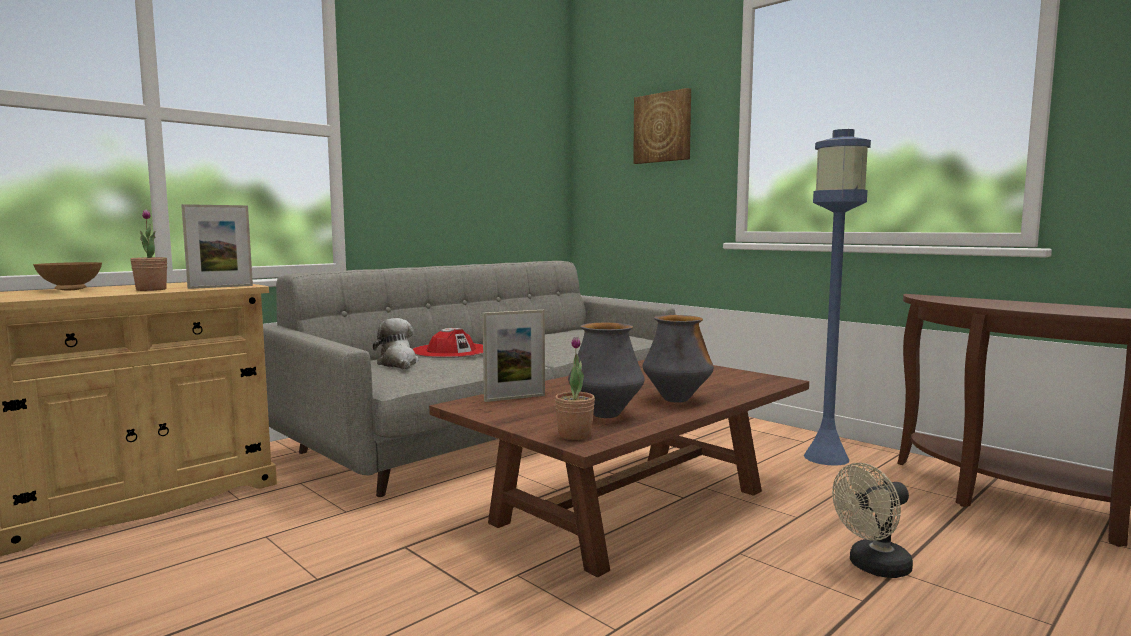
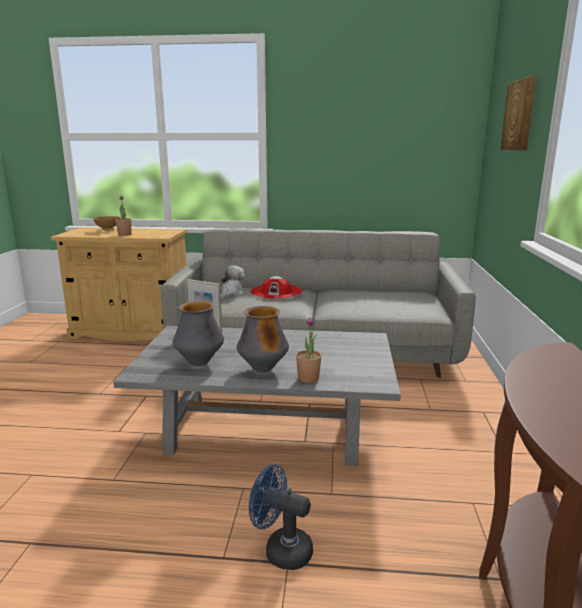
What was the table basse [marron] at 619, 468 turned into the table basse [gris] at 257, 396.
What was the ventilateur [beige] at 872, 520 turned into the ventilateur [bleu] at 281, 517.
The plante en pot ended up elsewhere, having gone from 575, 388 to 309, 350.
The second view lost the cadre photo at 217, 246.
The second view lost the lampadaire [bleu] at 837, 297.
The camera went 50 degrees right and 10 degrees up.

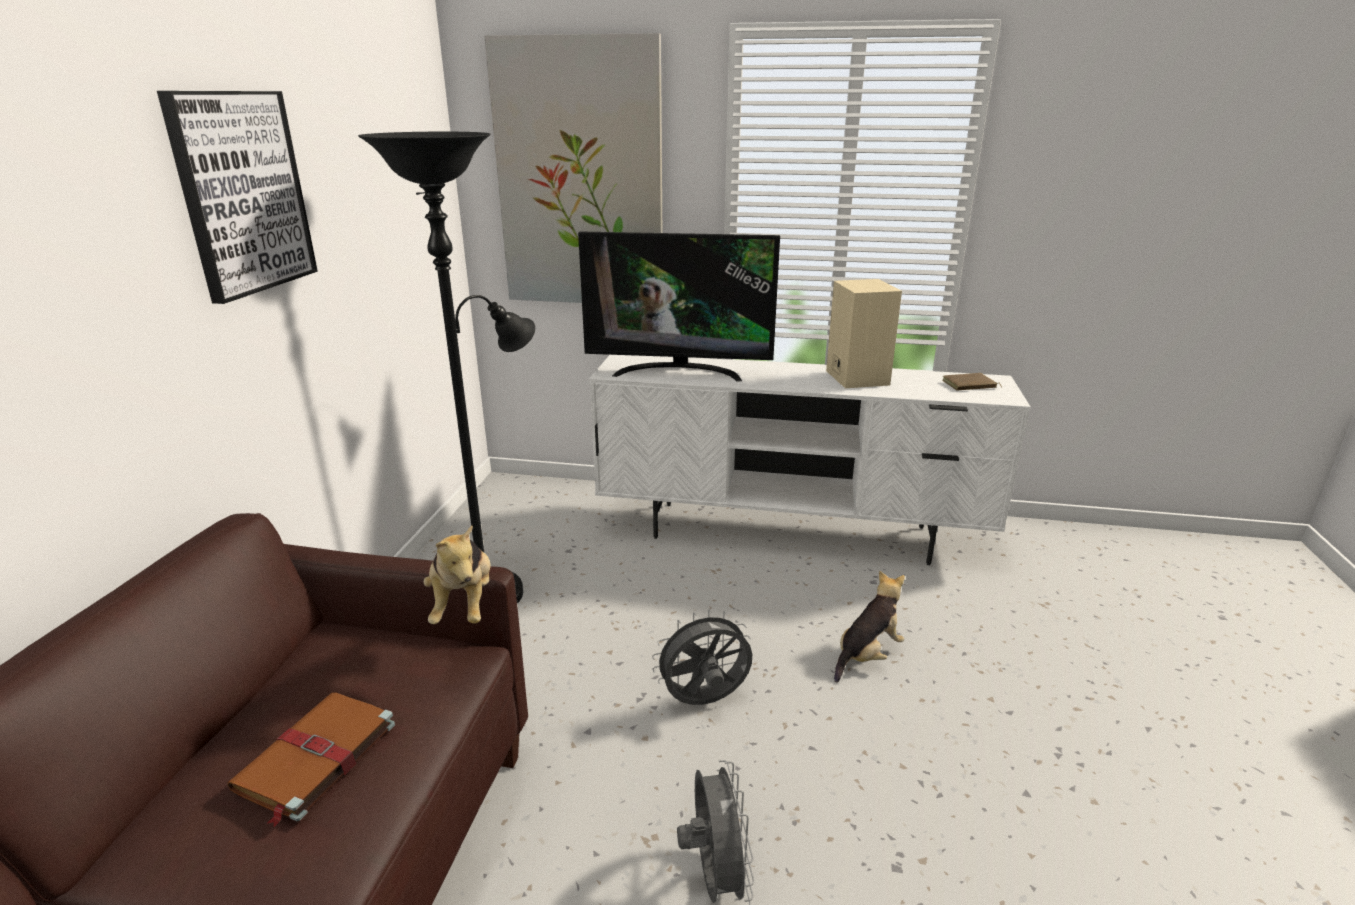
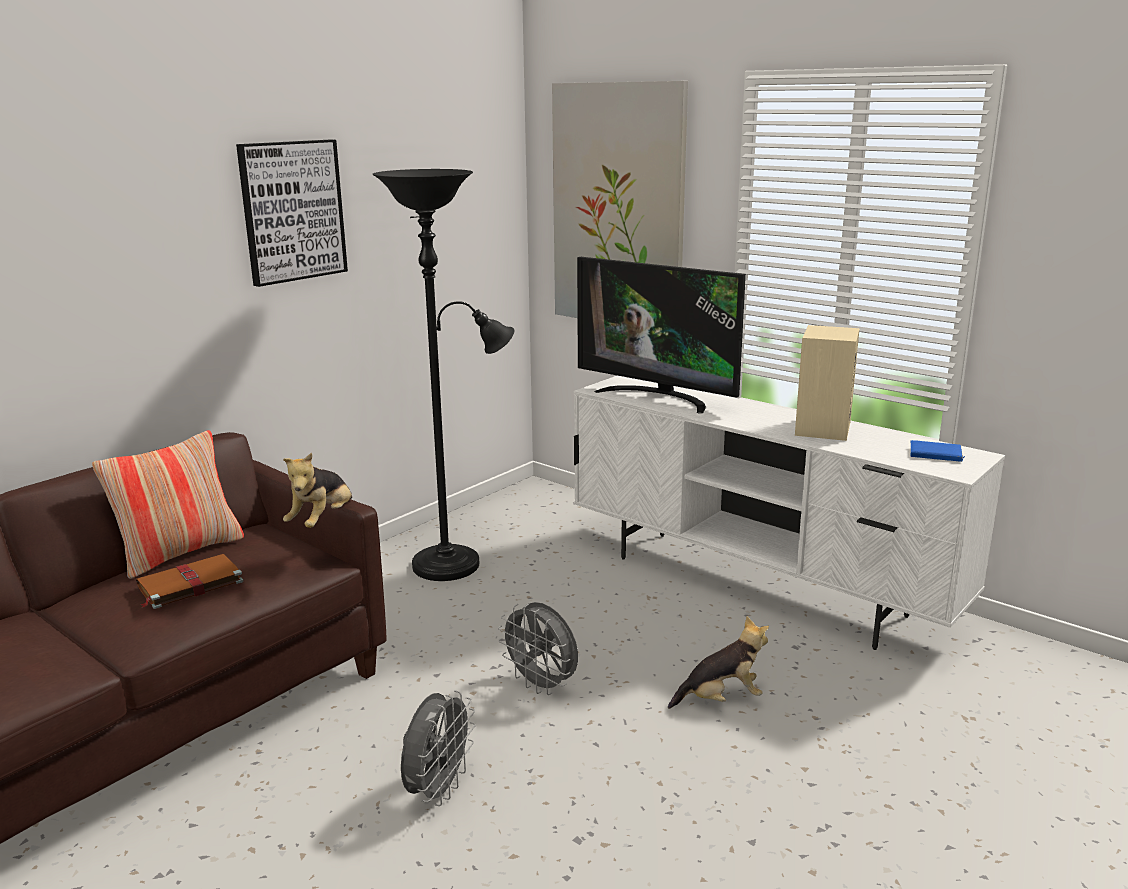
The second view gained the coussin at 168, 504.
The ventilateur [gris] at 702, 657 ended up facing another way, 150 degrees counterclockwise from before.
What was the livre [marron] at 972, 382 turned into the livre [bleu] at 937, 451.
The camera went 30 degrees right and 5 degrees down.

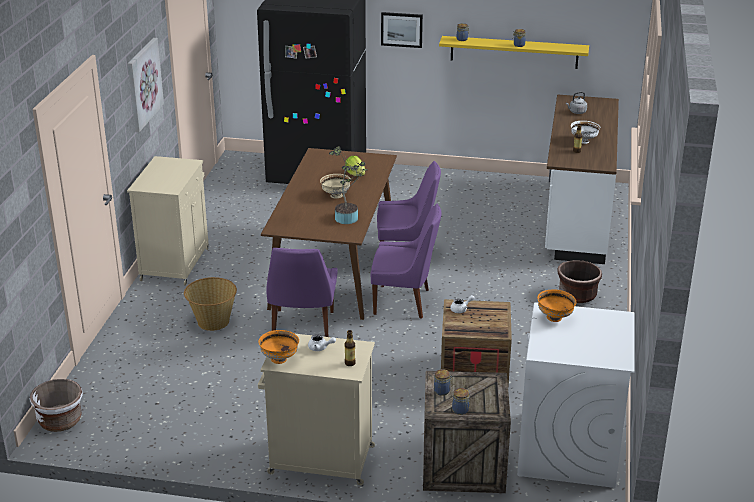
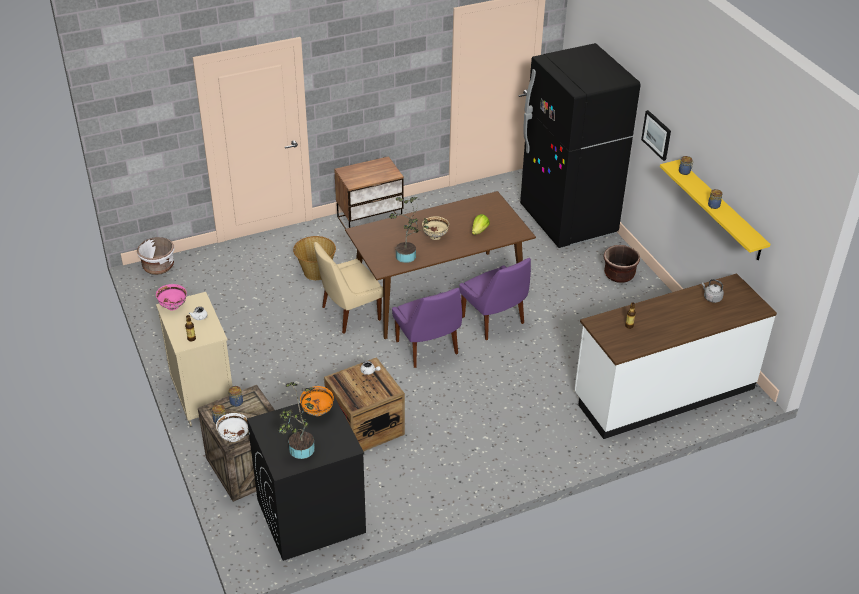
What was the bol [orange] at 278, 347 turned into the bol [rose] at 171, 297.
The bol [blanc] ended up elsewhere, having gone from 585, 132 to 232, 427.
What was the lave-linge [blanc] at 576, 395 turned into the lave-linge [noir] at 306, 477.
The second view gained the plante en pot at 296, 420.
What was the chaise [violet] at 302, 292 turned into the chaise [beige] at 348, 288.
Where the meuble de rangement [beige] stood at 168, 221, the table de chevet came to stand at 369, 192.
The cache-pot [marron] ended up elsewhere, having gone from 579, 281 to 622, 264.
The second view lost the tableau at 146, 85.
The camera went 55 degrees right and 10 degrees up.

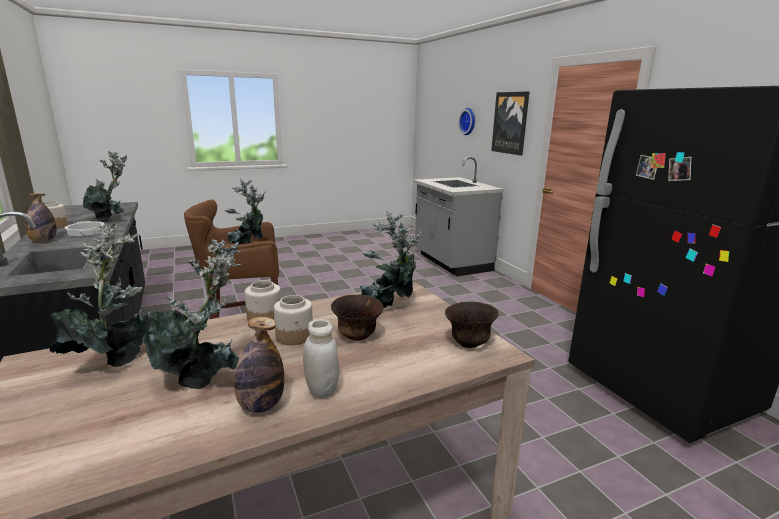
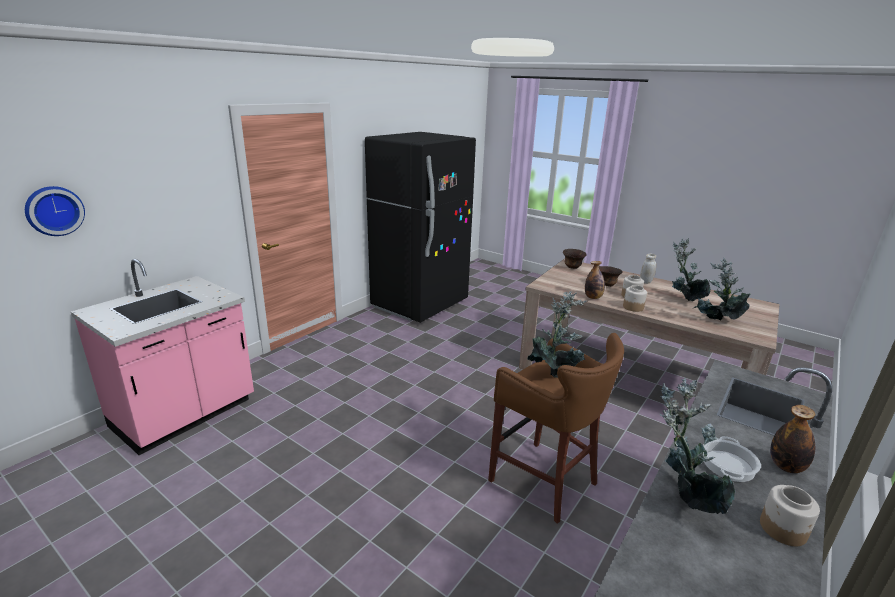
What was the comptoir de cuisine [gris] at 459, 216 turned into the comptoir de cuisine [rose] at 162, 357.
The bouteille ended up elsewhere, having gone from 259, 365 to 595, 280.
The second view lost the plante en pot at 391, 259.
The second view lost the tableau at 510, 123.
The camera went 120 degrees left and 5 degrees up.

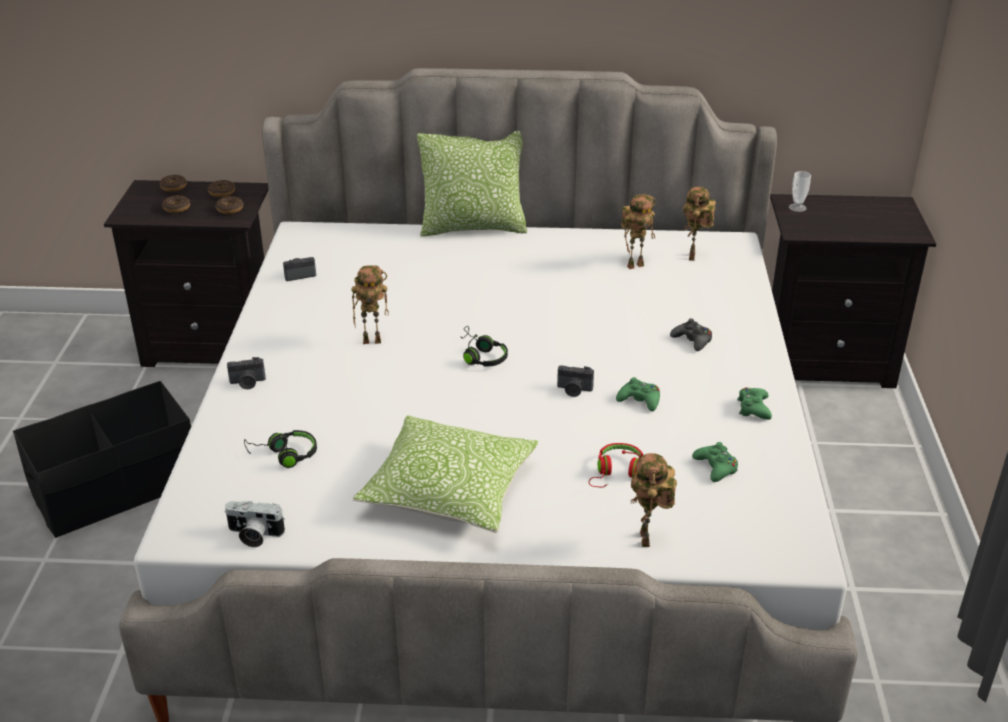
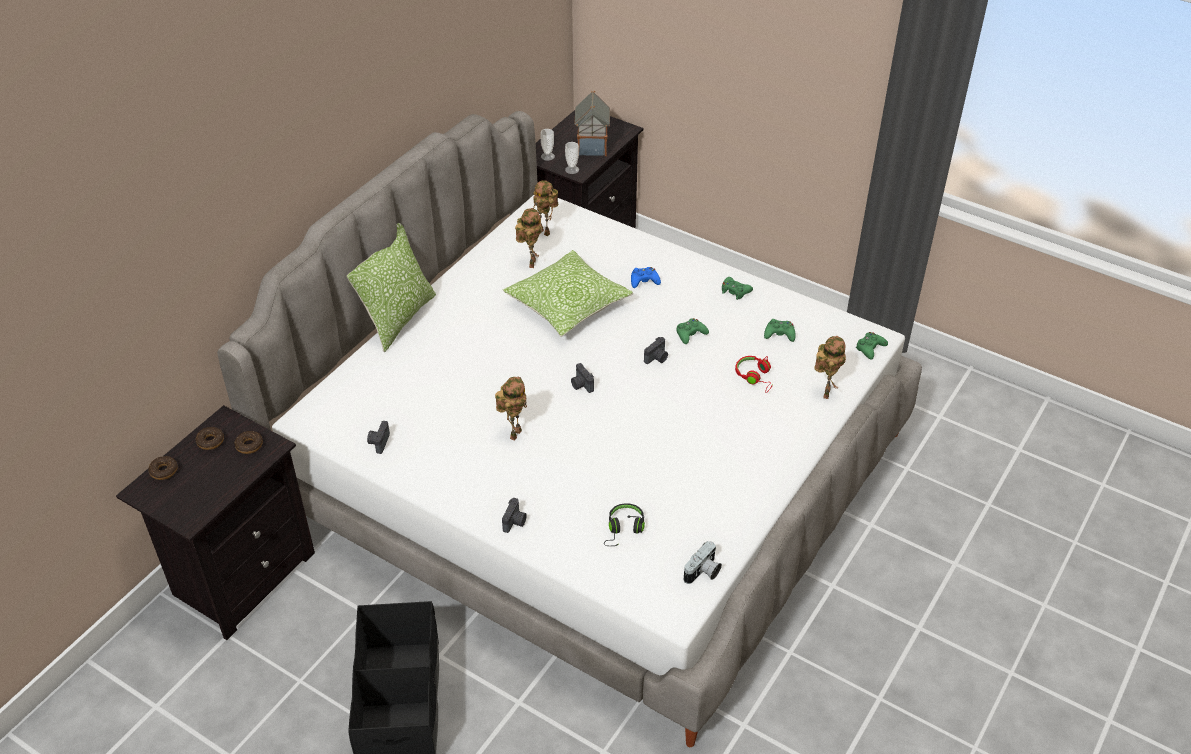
The coussin ended up elsewhere, having gone from 445, 474 to 568, 293.
The second view gained the tasse at 572, 158.
Where the casque audio [noir] stood at 484, 346, the appareil photo came to stand at 582, 378.
The second view gained the maison miniature at 592, 123.
What was the manette [noir] at 691, 335 turned into the manette [bleu] at 646, 277.
The robot jouet at 653, 500 ended up facing another way, 105 degrees counterclockwise from before.
The second view gained the manette [vert] at 872, 346.
The second view lost the beignet at 176, 204.
The camera went 60 degrees left and 10 degrees up.

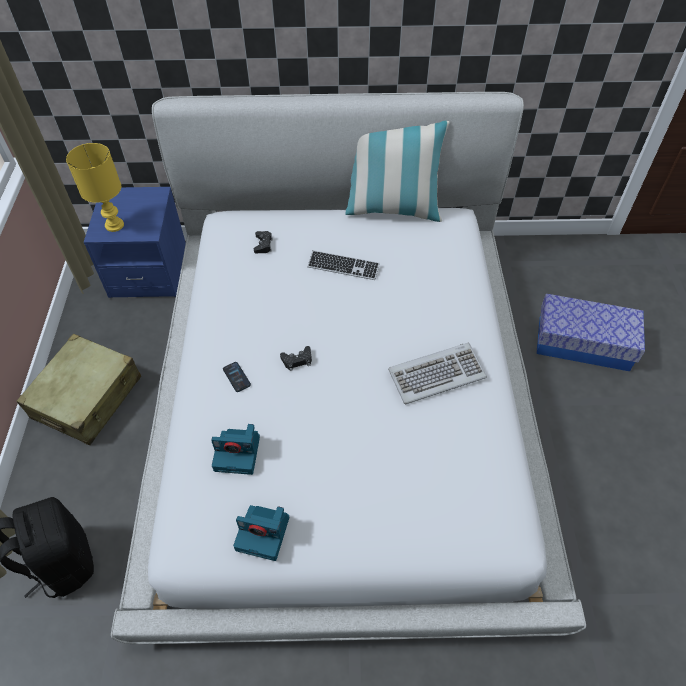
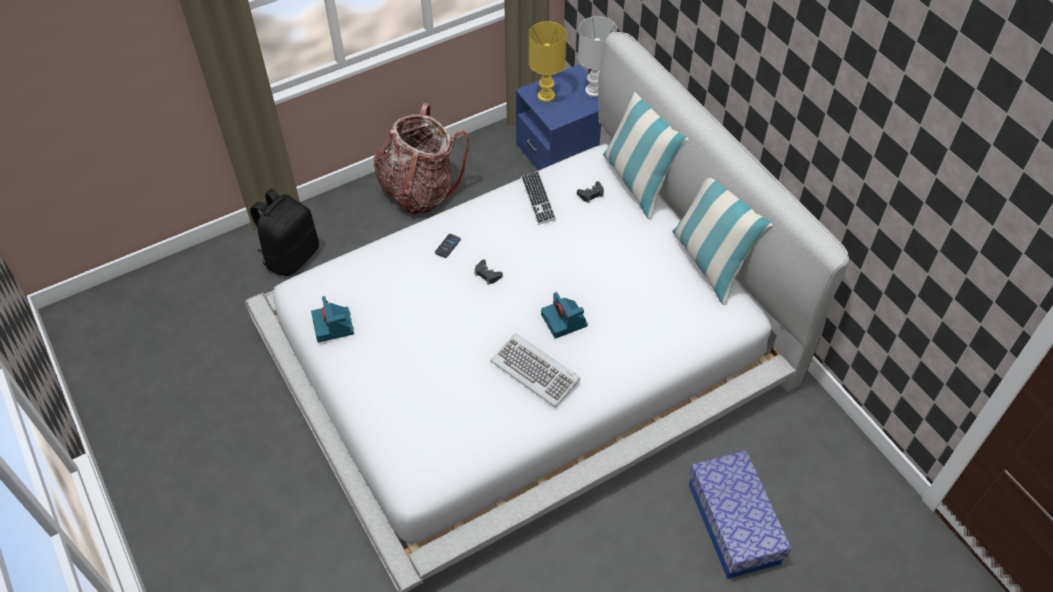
Where the valise [beige] stood at 79, 389, the sac à dos came to stand at 421, 159.
The clavier ended up elsewhere, having gone from 343, 265 to 538, 198.
The appareil photo ended up elsewhere, having gone from 235, 449 to 564, 315.
The second view gained the lampe de table [blanc] at 597, 56.
The second view gained the coussin at 645, 156.
The camera went 60 degrees right and 0 degrees up.

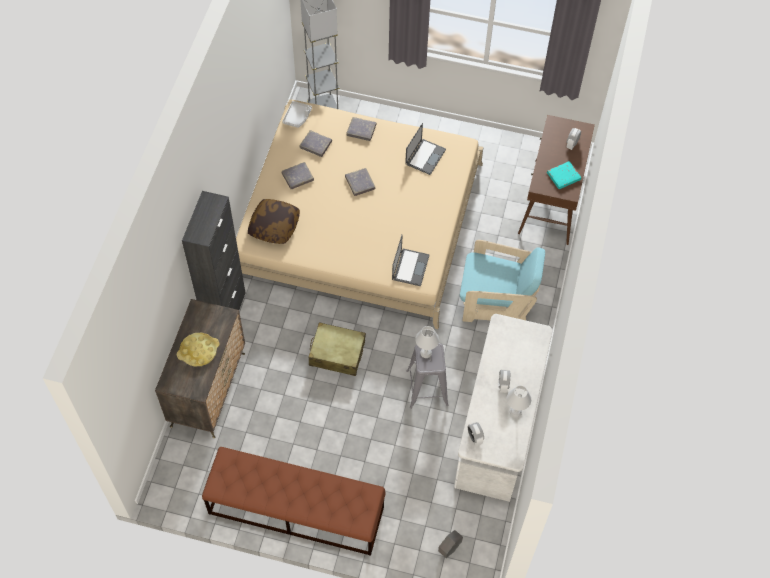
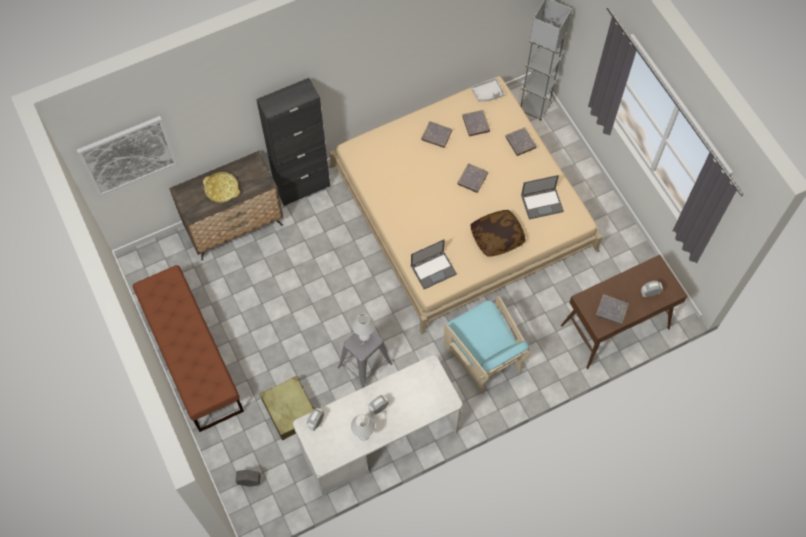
The second view gained the tableau at 127, 156.
The valise [beige] ended up elsewhere, having gone from 337, 349 to 287, 408.
The coussin ended up elsewhere, having gone from 274, 221 to 497, 233.
What was the livre [turquoise] at 564, 175 turned into the livre [gris] at 612, 309.
The camera went 50 degrees right and 5 degrees up.

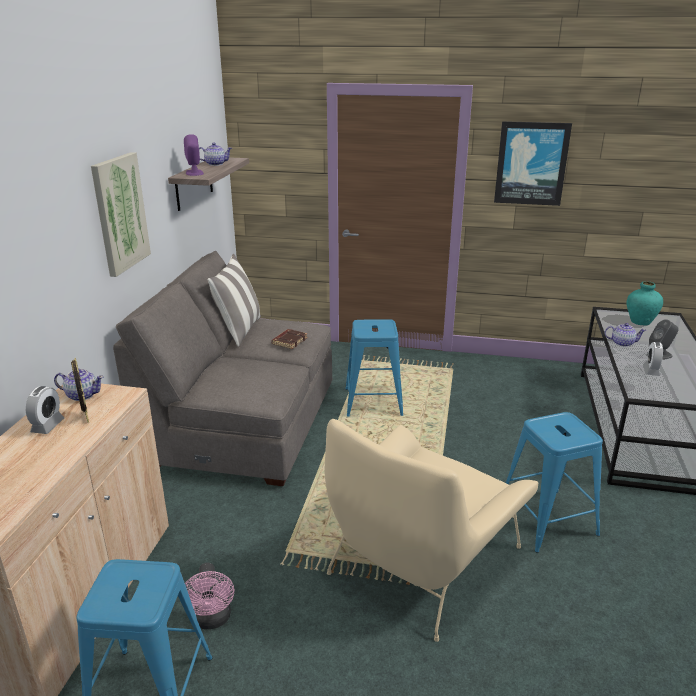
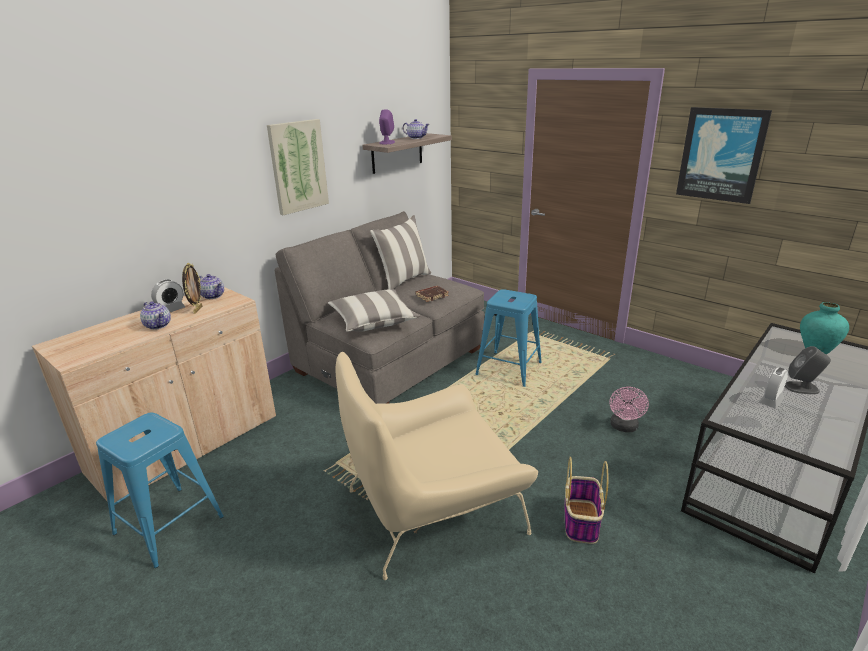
The théière ended up elsewhere, having gone from 625, 335 to 155, 315.
The second view gained the coussin at 374, 310.
Where the tabouret [bleu] stood at 554, 482, the panier came to stand at 587, 500.
The ventilateur [rose] ended up elsewhere, having gone from 209, 596 to 629, 409.
The camera went 30 degrees right and 0 degrees up.

